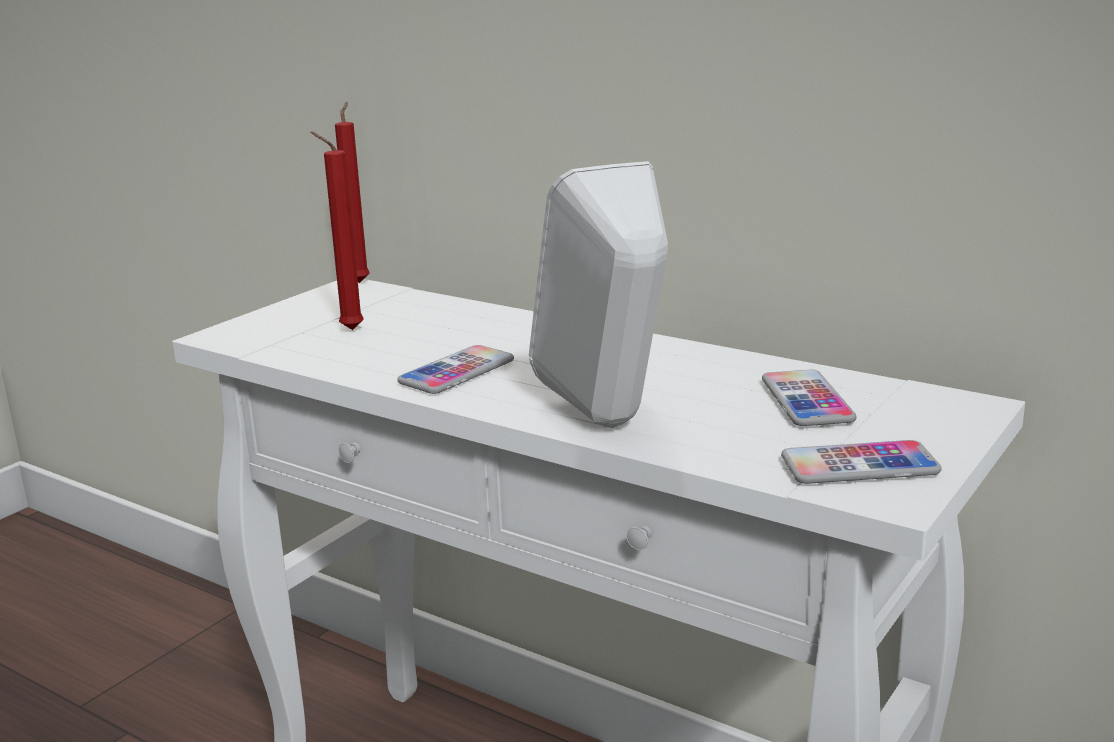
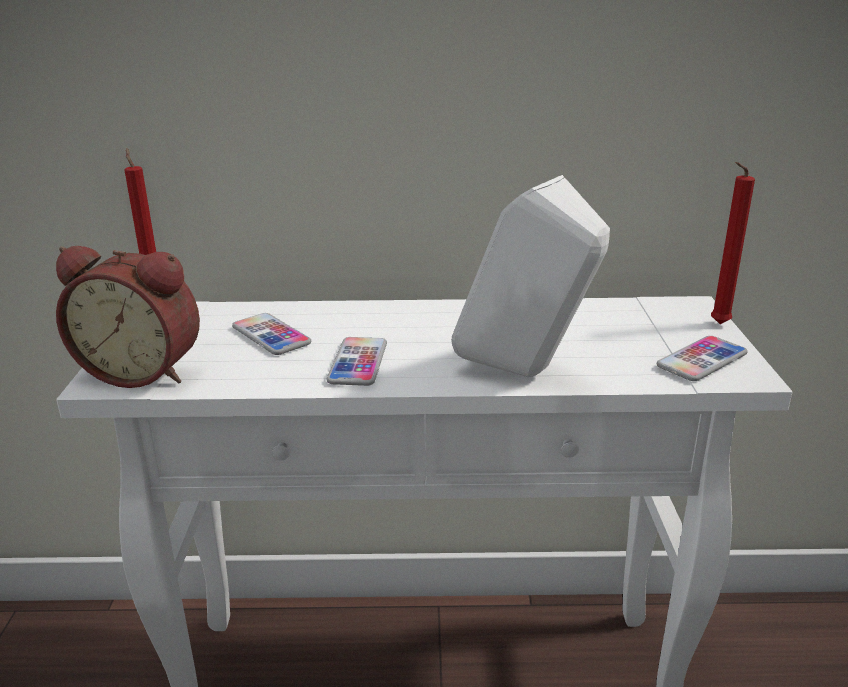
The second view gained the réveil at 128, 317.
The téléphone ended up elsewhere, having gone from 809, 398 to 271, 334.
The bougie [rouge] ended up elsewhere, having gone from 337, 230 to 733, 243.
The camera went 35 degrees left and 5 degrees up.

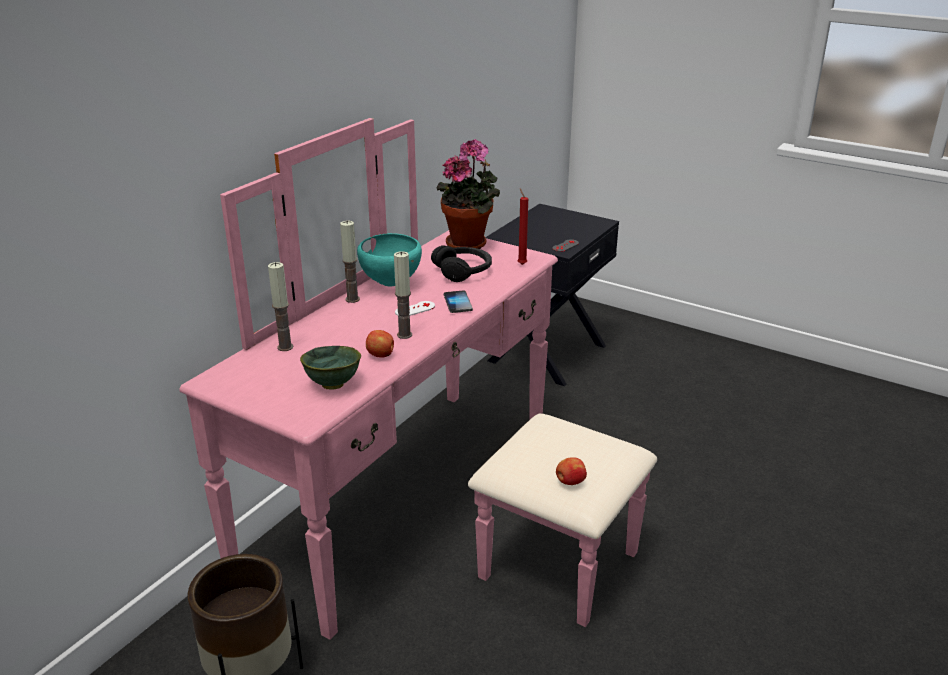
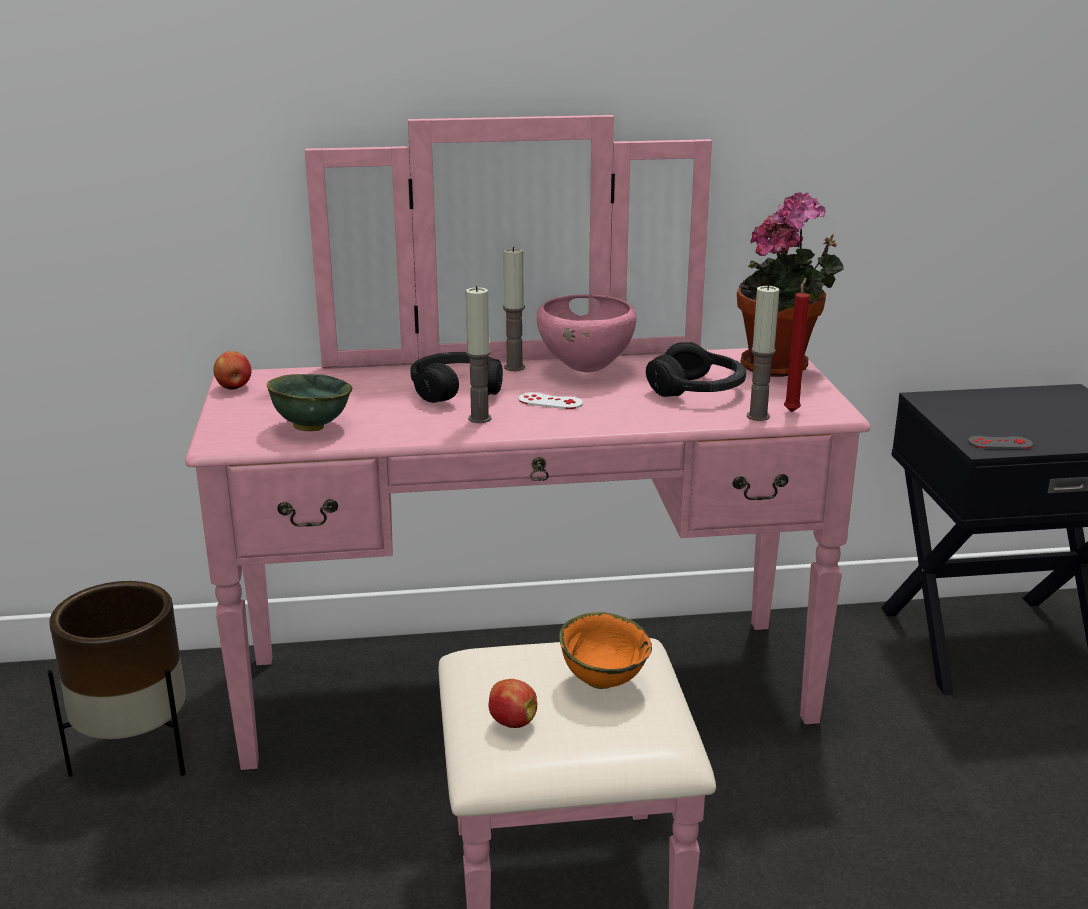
The pomme ended up elsewhere, having gone from 380, 344 to 232, 370.
The second view gained the casque audio [noir] at 456, 377.
What was the bol [turquoise] at 389, 259 turned into the bol [rose] at 586, 334.
The second view gained the bol [orange] at 605, 650.
The bougie ended up elsewhere, having gone from 280, 306 to 763, 352.
The second view lost the téléphone at 458, 301.
The camera went 50 degrees right and 5 degrees down.

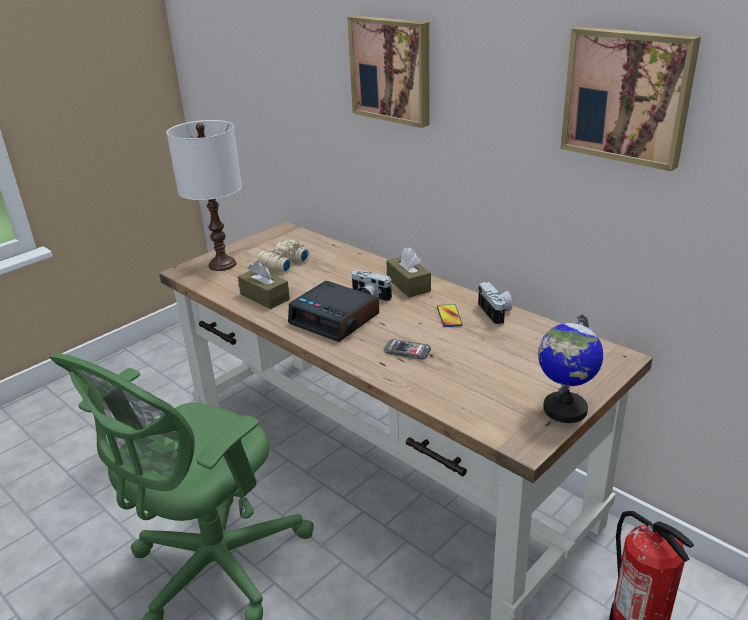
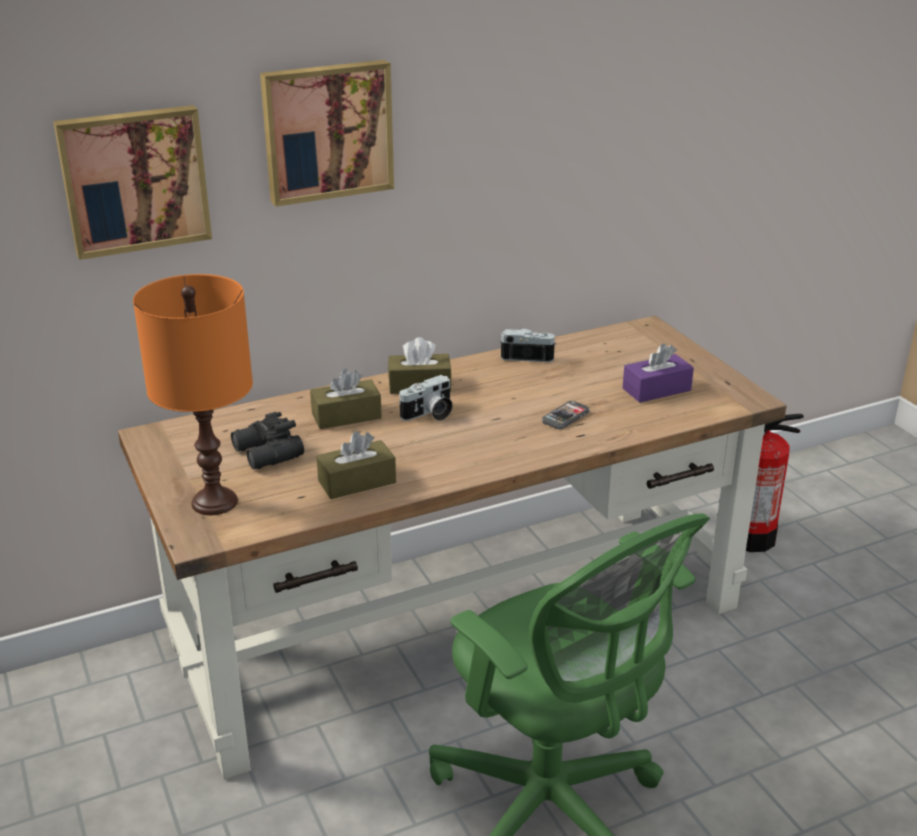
The tableau ended up elsewhere, having gone from 631, 99 to 132, 182.
What was the lampe de table [blanc] at 204, 195 turned into the lampe de table [orange] at 193, 394.
What was the jumelles [beige] at 283, 256 turned into the jumelles [noir] at 267, 441.
The second view gained the boîte à mouchoirs [marron] at 346, 399.
The second view gained the boîte à mouchoirs [violet] at 658, 373.
The second view lost the réveil at 333, 311.
The second view lost the téléphone at 450, 315.
The second view lost the globe at 570, 368.
The camera went 70 degrees left and 0 degrees up.

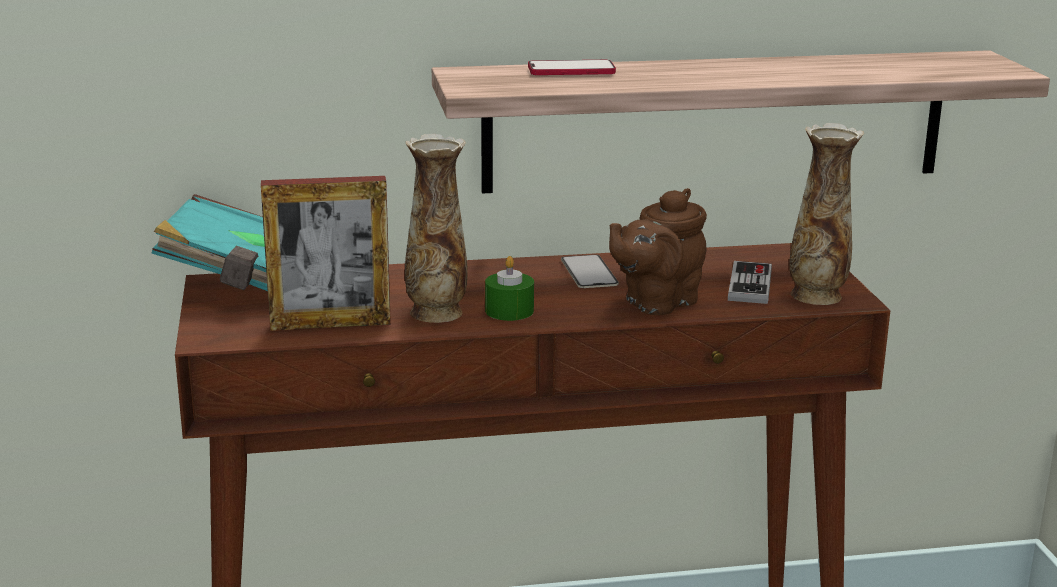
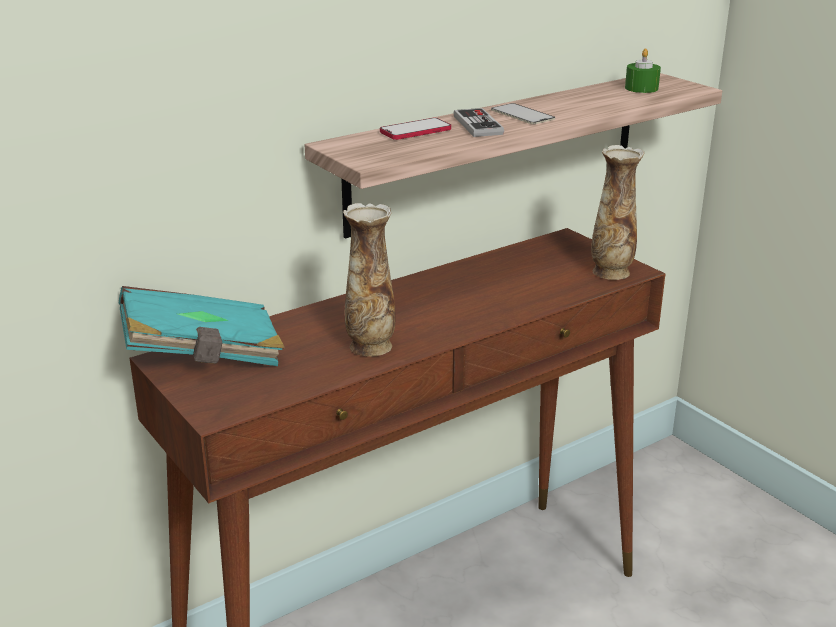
The manette ended up elsewhere, having gone from 750, 282 to 479, 122.
The téléphone ended up elsewhere, having gone from 590, 271 to 523, 113.
The bougie [vert] ended up elsewhere, having gone from 509, 288 to 643, 71.
The second view lost the cadre photo at 326, 253.
The second view lost the théière [marron] at 658, 251.
The camera went 25 degrees left and 5 degrees up.

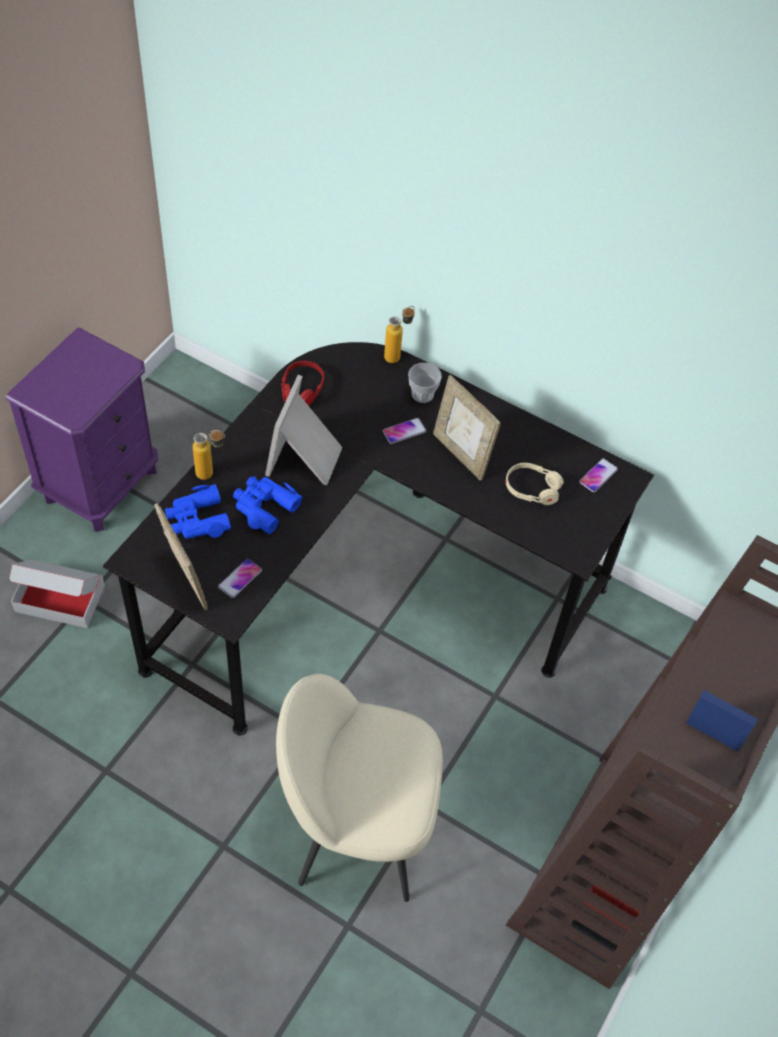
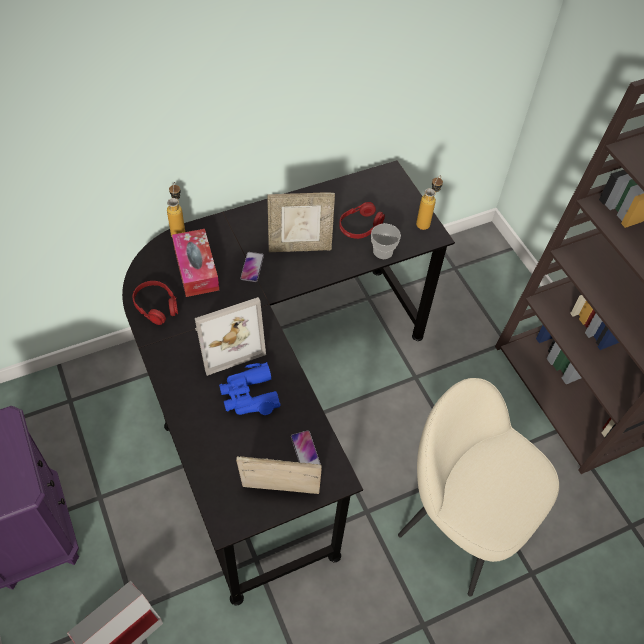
The second view gained the boîte à mouchoirs at 195, 263.
The cadre photo at 304, 430 ended up facing another way, 75 degrees counterclockwise from before.
What was the casque audio [beige] at 535, 484 turned into the casque audio [rouge] at 362, 220.
The tasse ended up elsewhere, having gone from 425, 383 to 386, 241.
The chaise [beige] at 359, 788 ended up facing another way, 90 degrees clockwise from before.
The bouteille ended up elsewhere, having gone from 209, 455 to 429, 202.
The second view lost the jumelles [bleu] at 198, 511.
The second view lost the téléphone at 598, 475.
The camera went 55 degrees left and 0 degrees up.

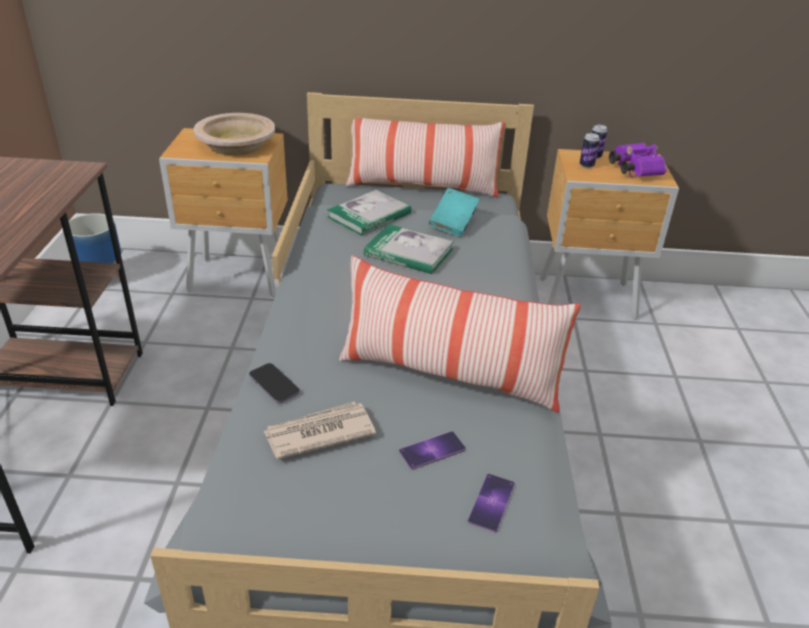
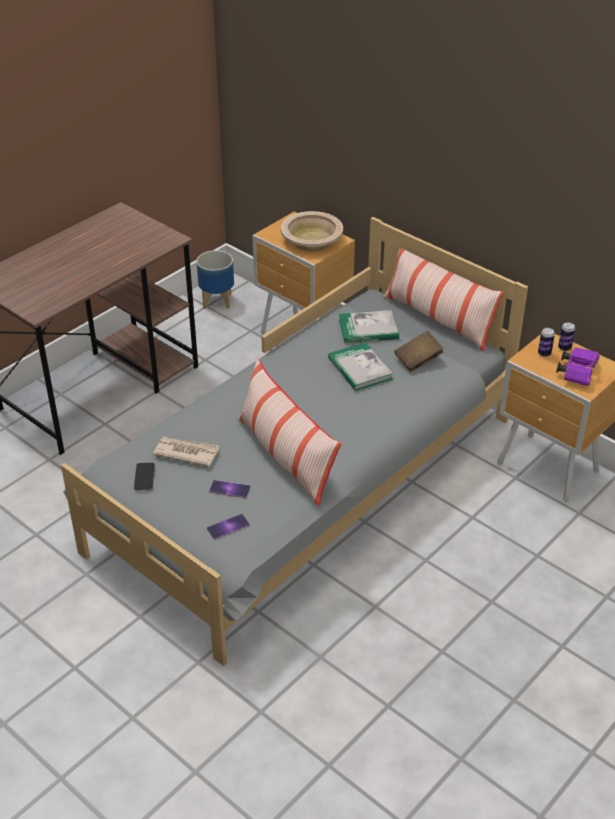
The téléphone ended up elsewhere, having gone from 274, 383 to 144, 477.
What was the livre [turquoise] at 454, 212 turned into the livre [marron] at 419, 351.
The camera went 40 degrees right and 5 degrees up.

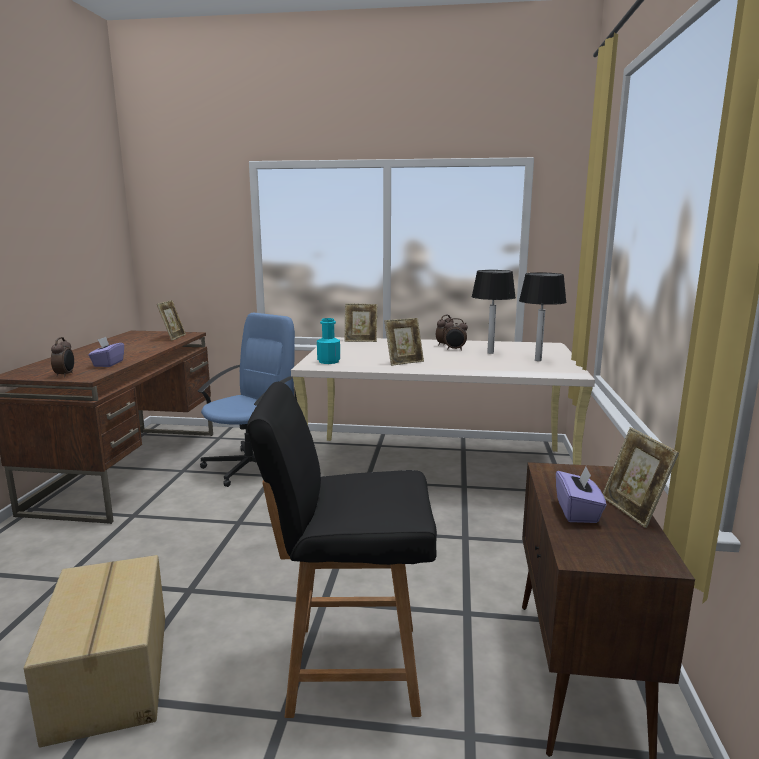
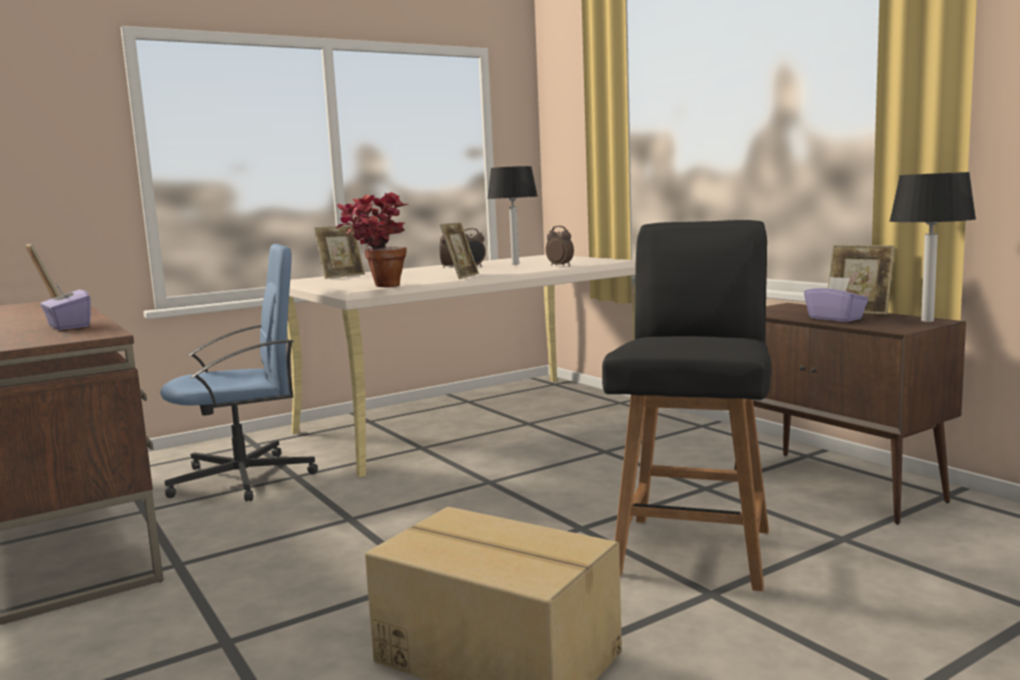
The chaise de bureau [bleu] at 247, 399 ended up facing another way, 75 degrees clockwise from before.
Where the bouteille [turquoise] stood at 328, 341, the plante en pot came to stand at 373, 239.
The réveil ended up elsewhere, having gone from 62, 357 to 560, 246.
The chaise [noir] at 342, 550 ended up facing another way, 150 degrees clockwise from before.
The lampe de table ended up elsewhere, having gone from 542, 317 to 932, 247.
The camera went 40 degrees left and 5 degrees down.

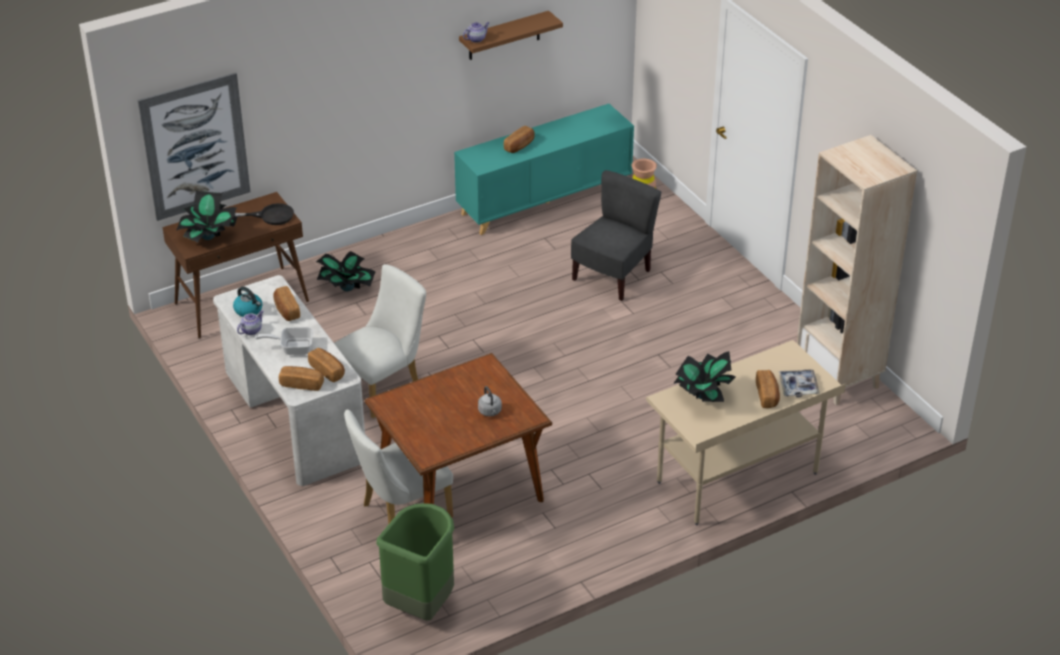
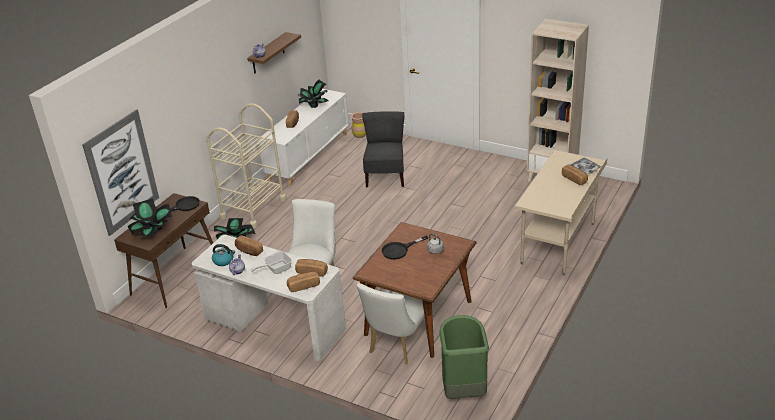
The second view gained the chariot [beige] at 246, 165.
What was the meuble de rangement [turquoise] at 544, 169 turned into the meuble de rangement [blanc] at 303, 137.
The plante en pot ended up elsewhere, having gone from 704, 376 to 313, 94.
The second view gained the poêle [noir] at 404, 248.
The camera went 30 degrees left and 5 degrees down.

